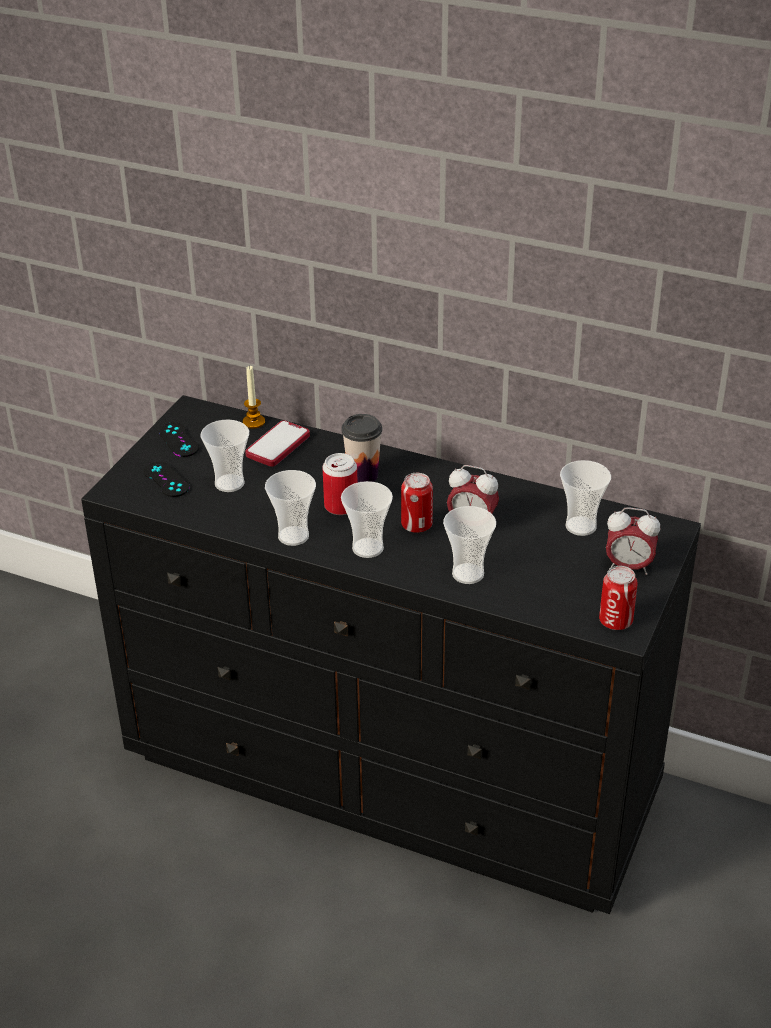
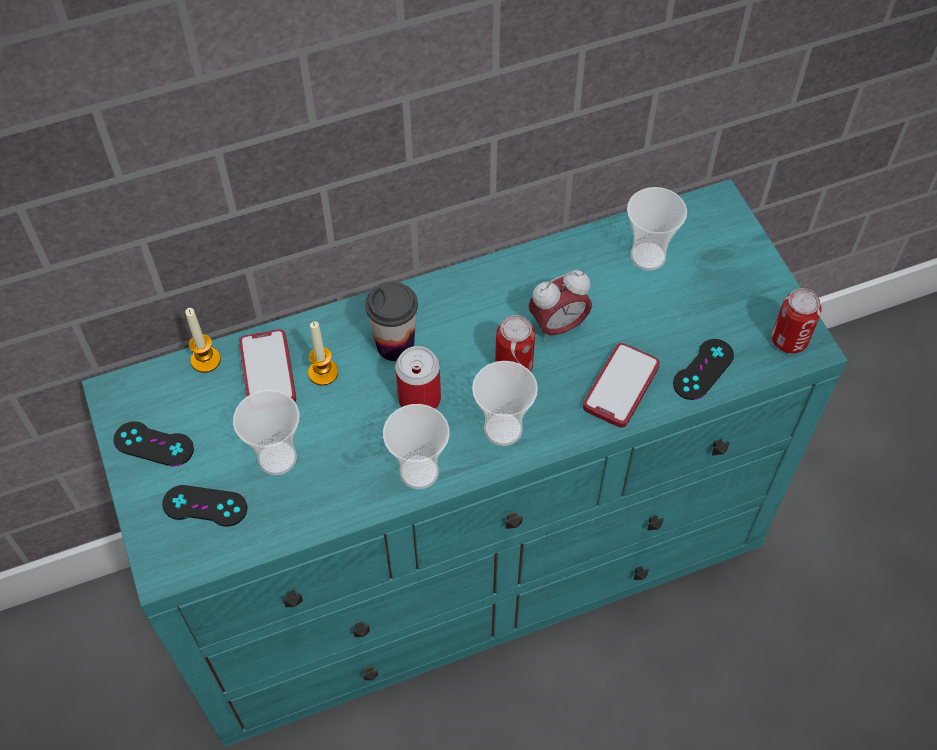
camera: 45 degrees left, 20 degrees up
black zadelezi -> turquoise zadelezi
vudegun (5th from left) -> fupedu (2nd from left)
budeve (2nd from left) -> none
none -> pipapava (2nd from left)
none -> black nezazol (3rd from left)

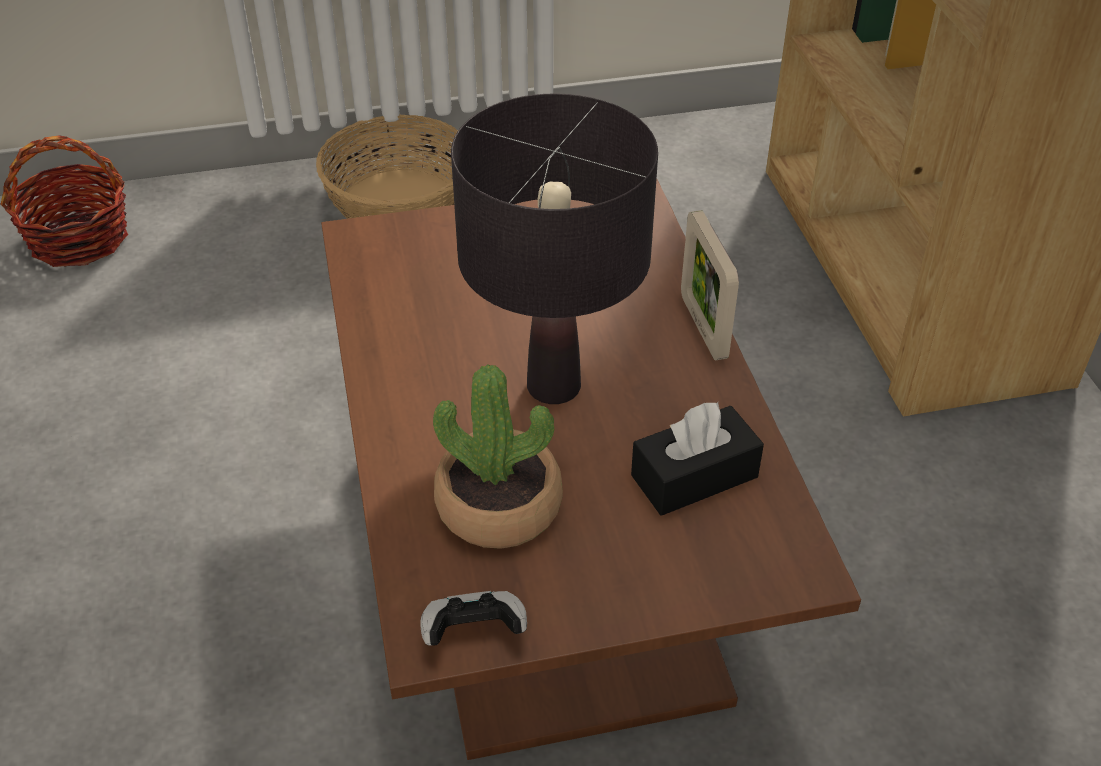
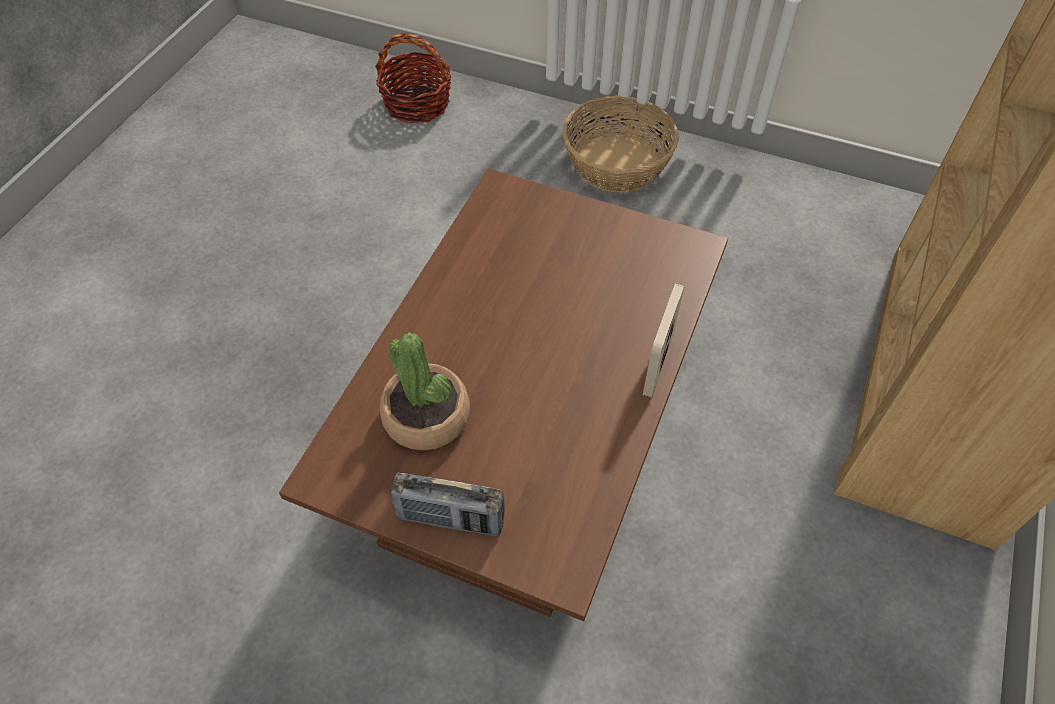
camera: 35 degrees right, 10 degrees up
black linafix -> none
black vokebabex -> none
nezazol -> none
none -> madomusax

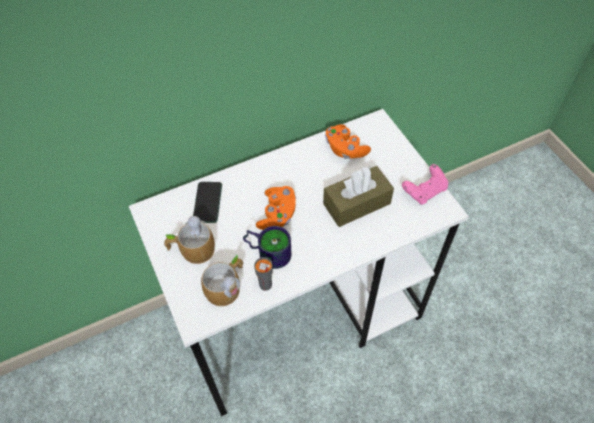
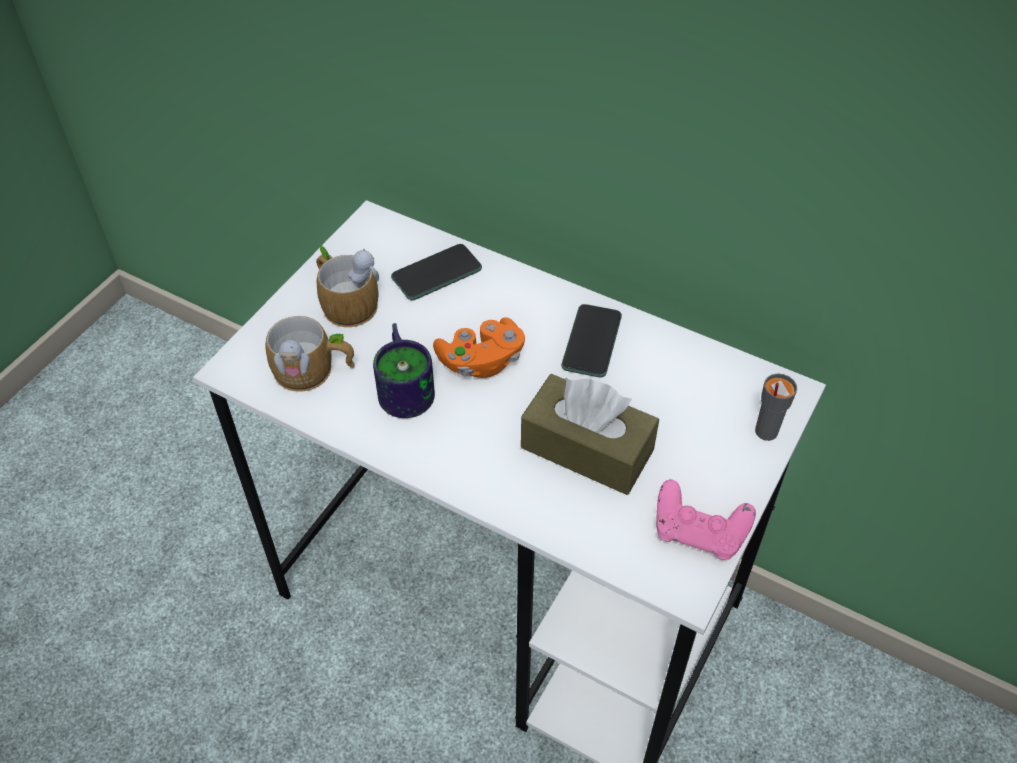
camera: 55 degrees right, 5 degrees down
orange nezazol (2nd from left) -> none
grey vudegun, moved
none -> fupedu (2nd from left)

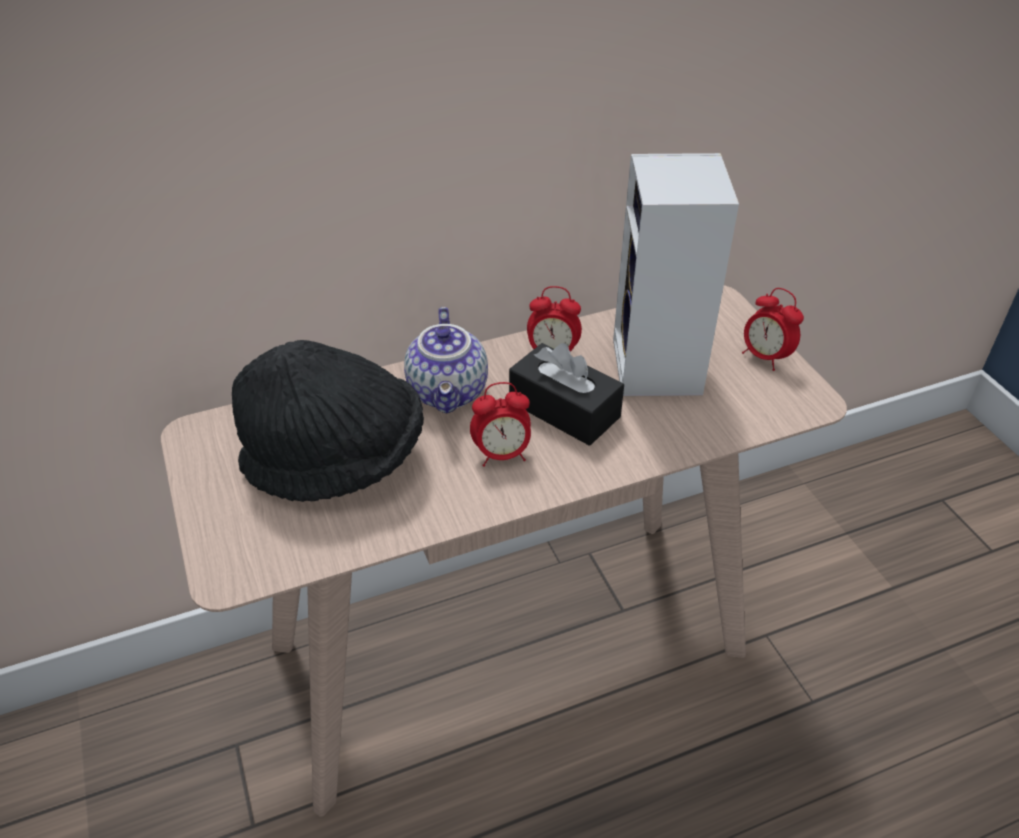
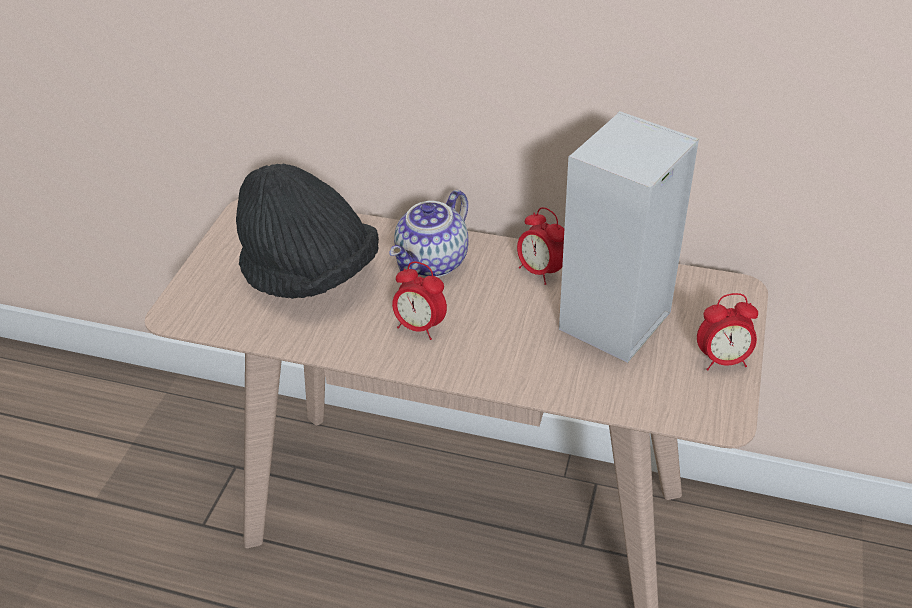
camera: 40 degrees right, 0 degrees up
budeve (3rd from left), 90 degrees counterclockwise
black vokebabex -> none

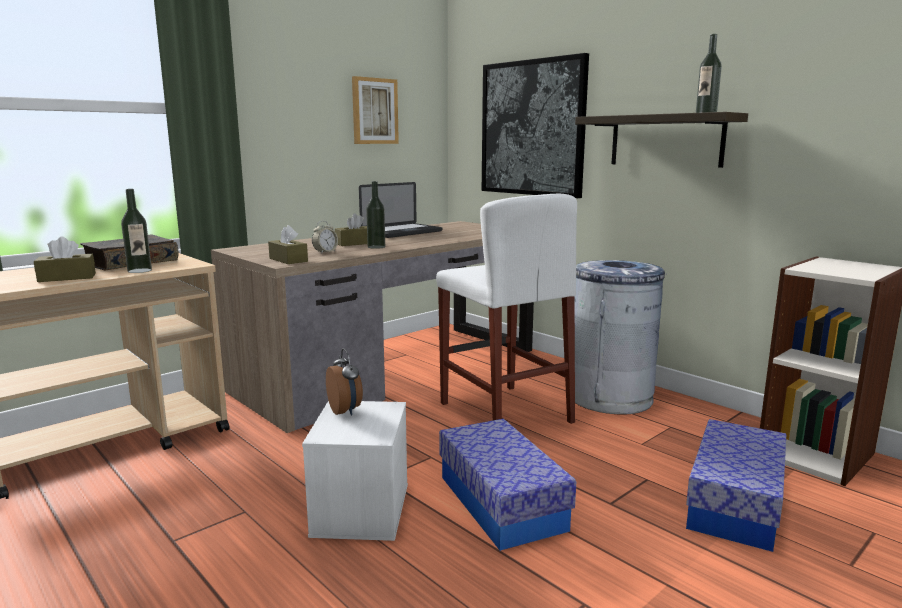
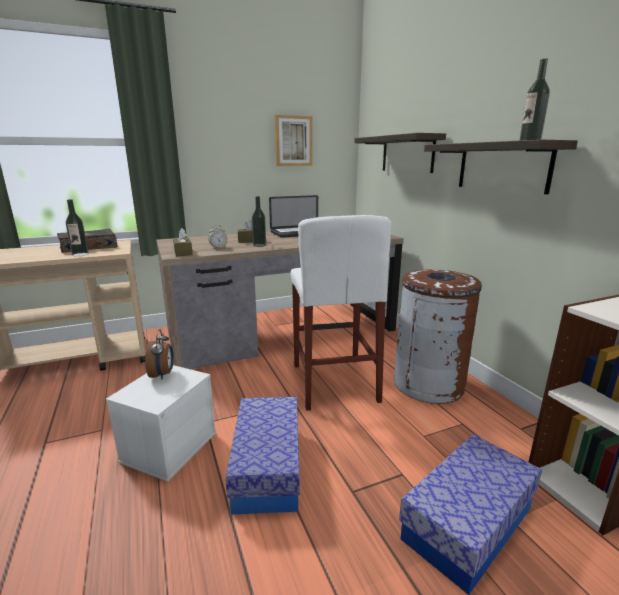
camera: 20 degrees right, 5 degrees up
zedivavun (2nd from left) -> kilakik (1st from left)
brown vokebabex (1st from left) -> none
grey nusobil -> brown nusobil

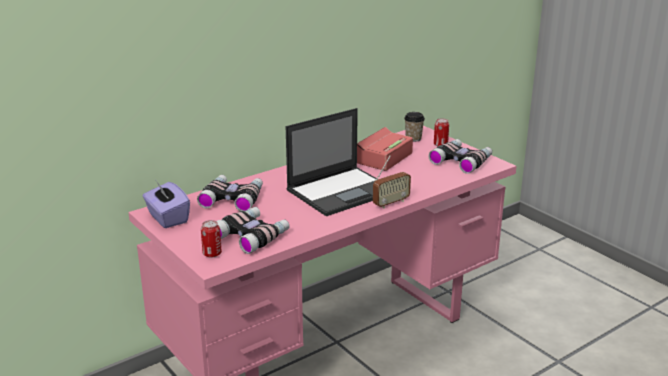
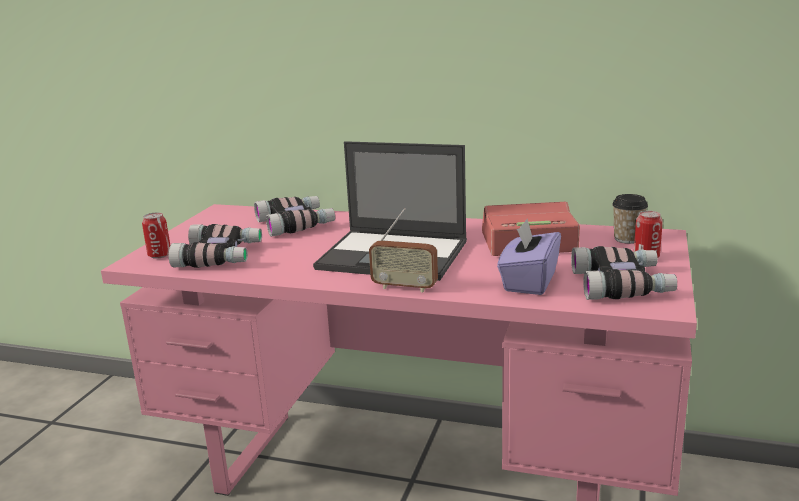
camera: 55 degrees right, 5 degrees down
purple vokebabex, moved

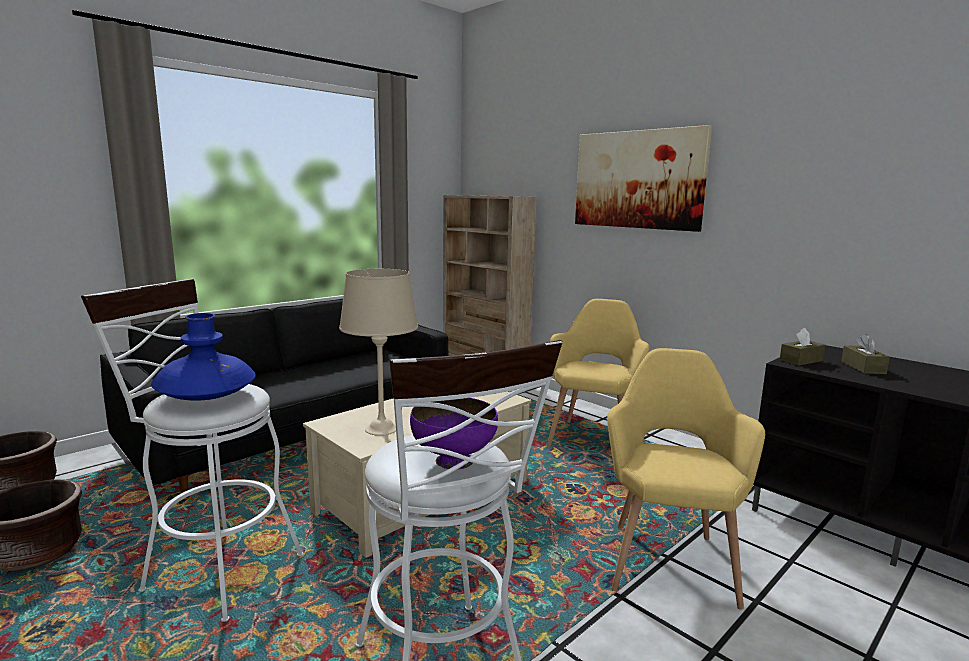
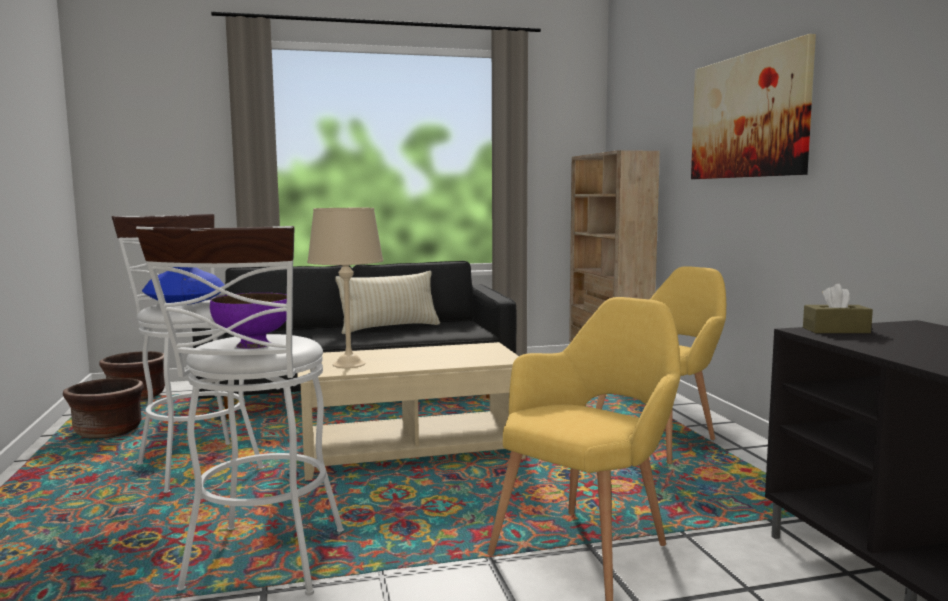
camera: 30 degrees right, 5 degrees down
brown vokebabex (2nd from left) -> none
none -> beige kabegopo

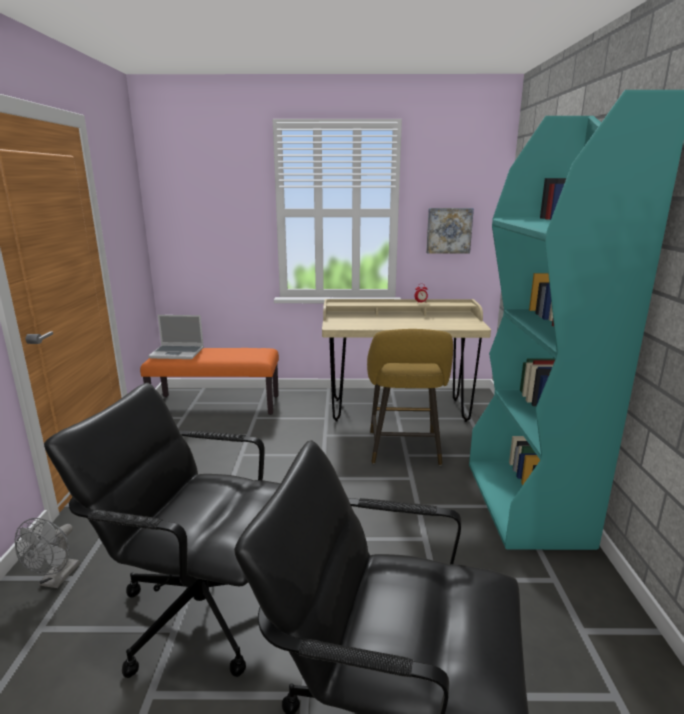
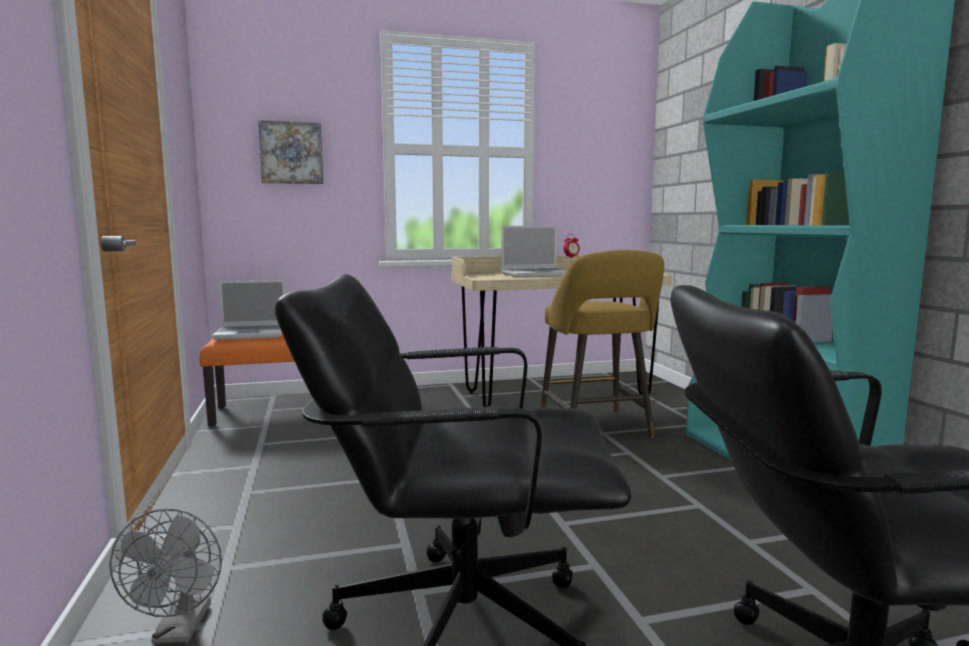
camera: 15 degrees left, 10 degrees down
zedivavun, moved
none -> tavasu (2nd from left)

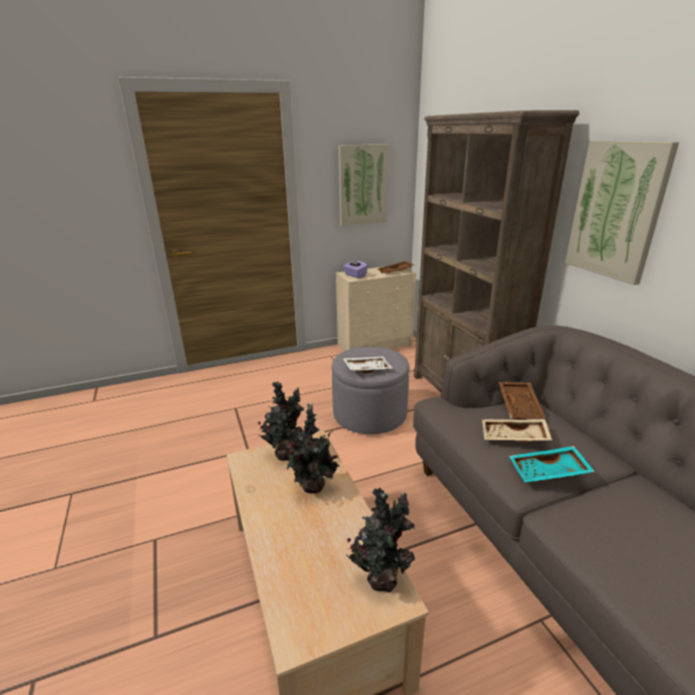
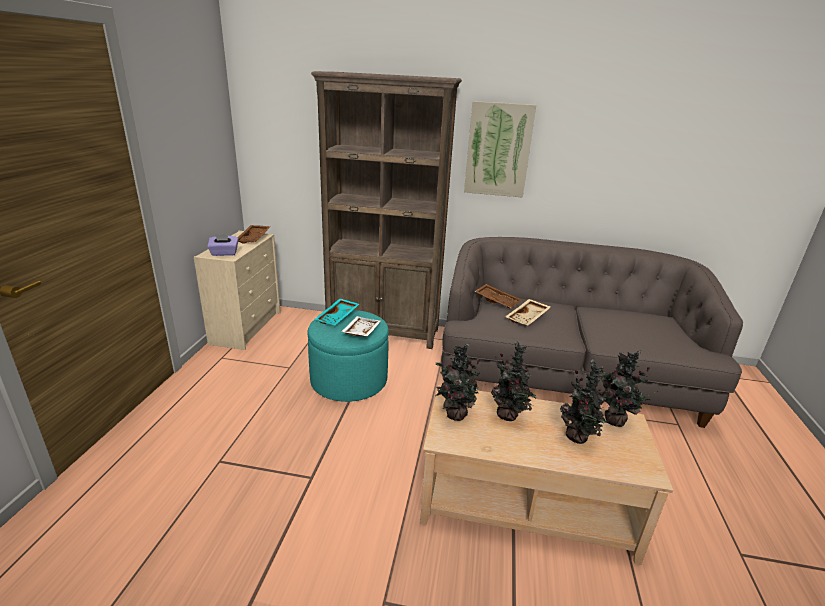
camera: 60 degrees left, 0 degrees up
zedivavun (1st from left) -> none
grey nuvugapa -> turquoise nuvugapa
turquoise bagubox, moved
none -> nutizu (3rd from left)

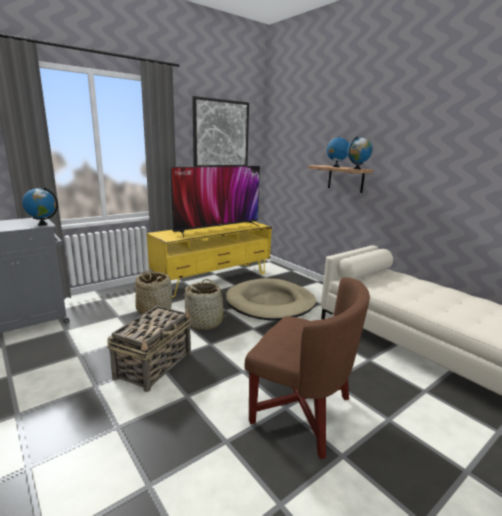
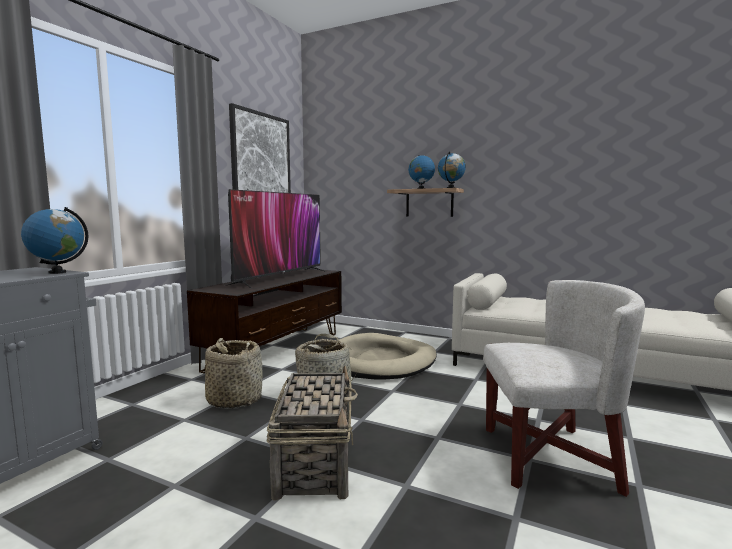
camera: 25 degrees left, 10 degrees down
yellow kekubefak -> brown kekubefak
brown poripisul -> white poripisul

